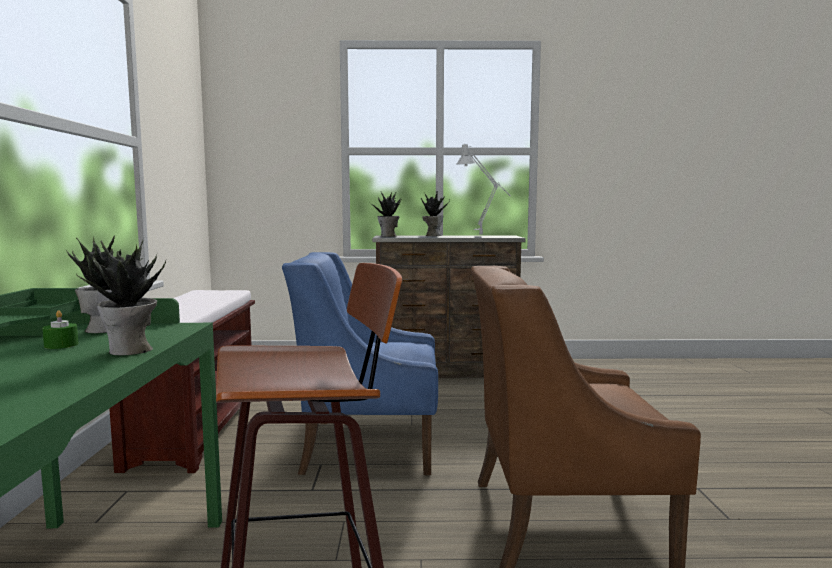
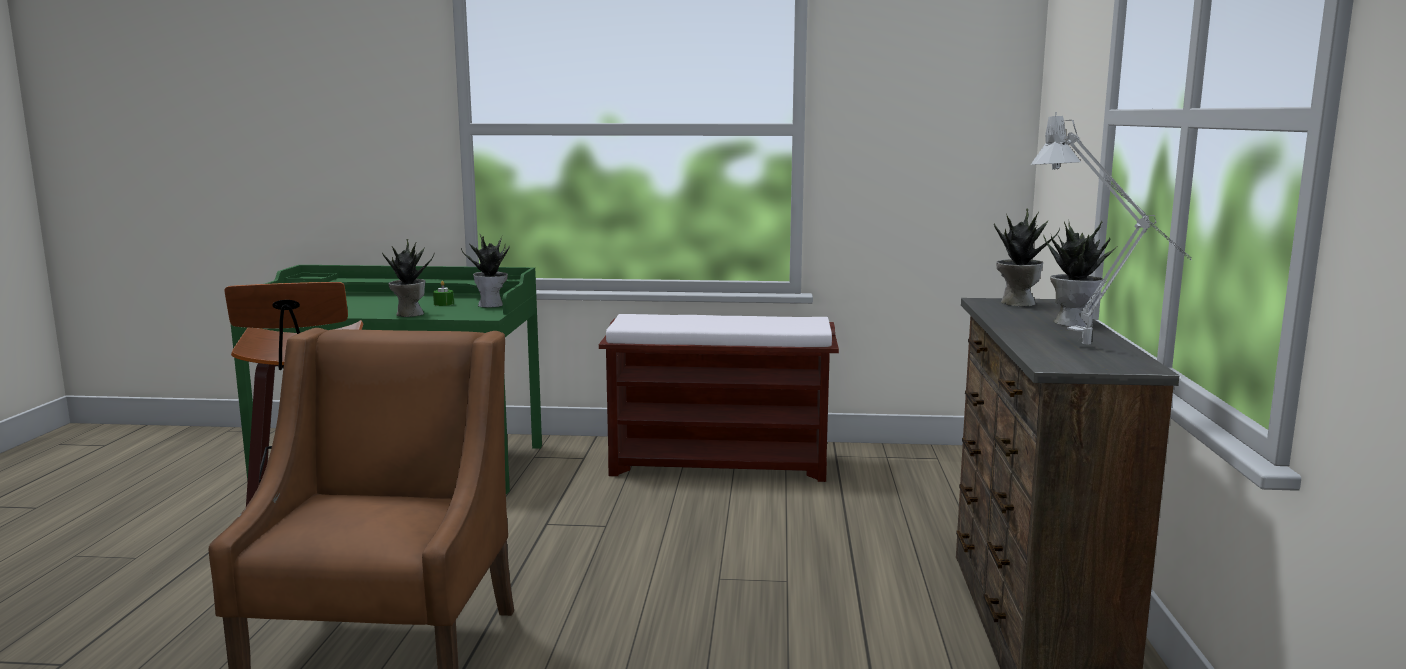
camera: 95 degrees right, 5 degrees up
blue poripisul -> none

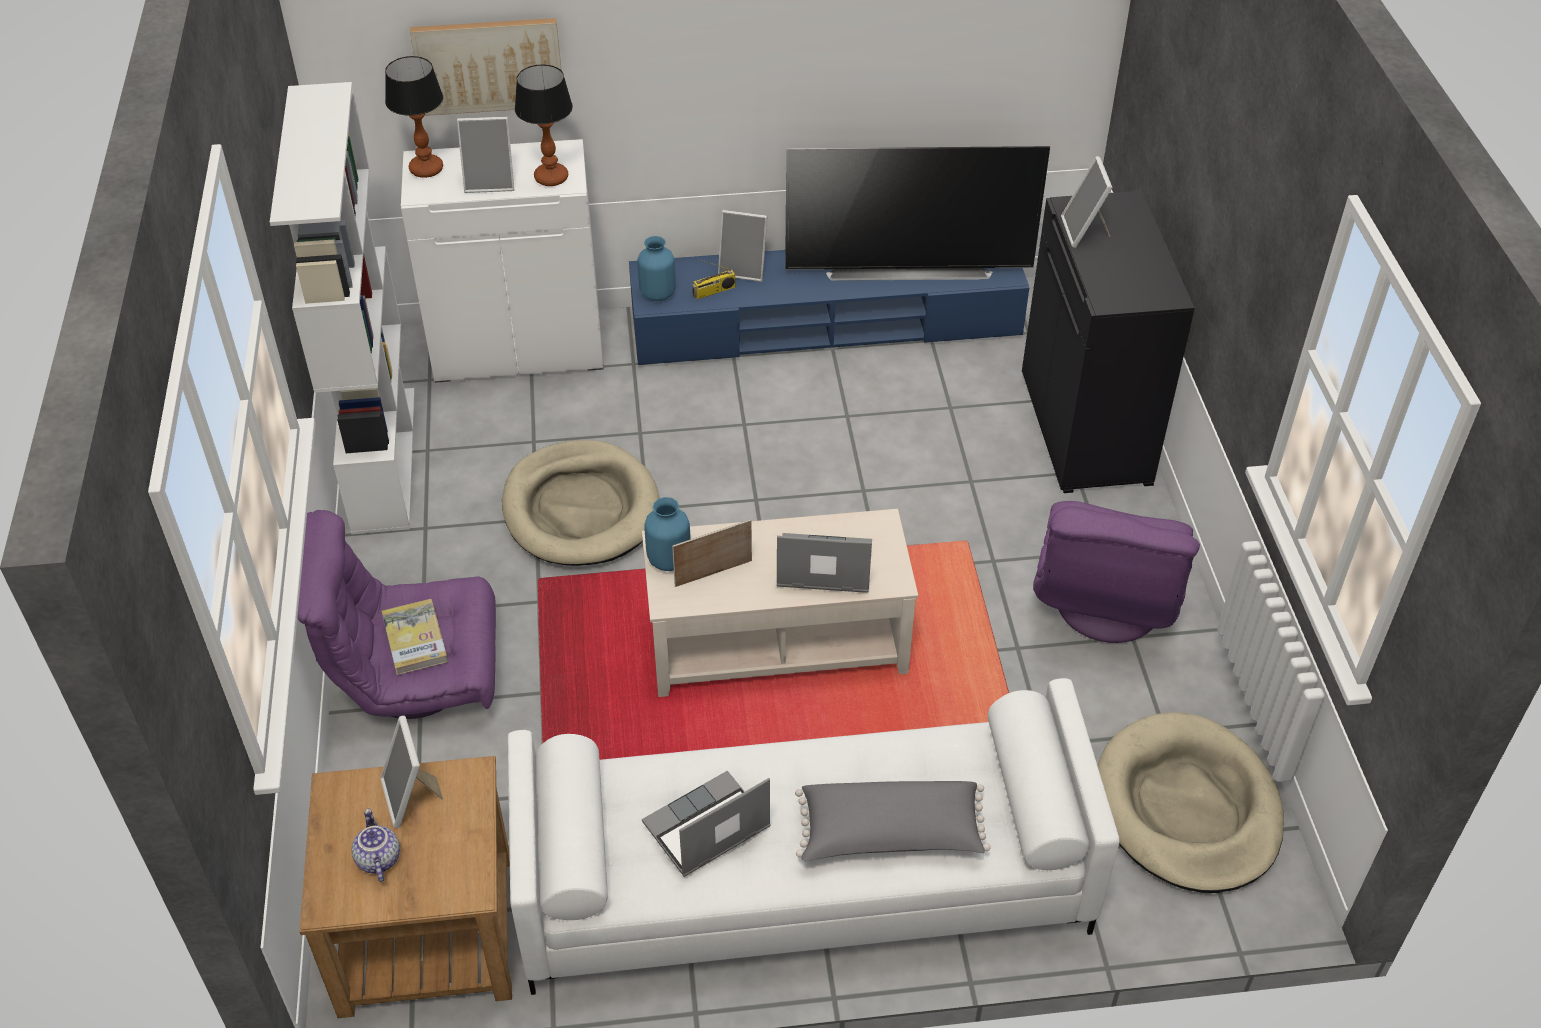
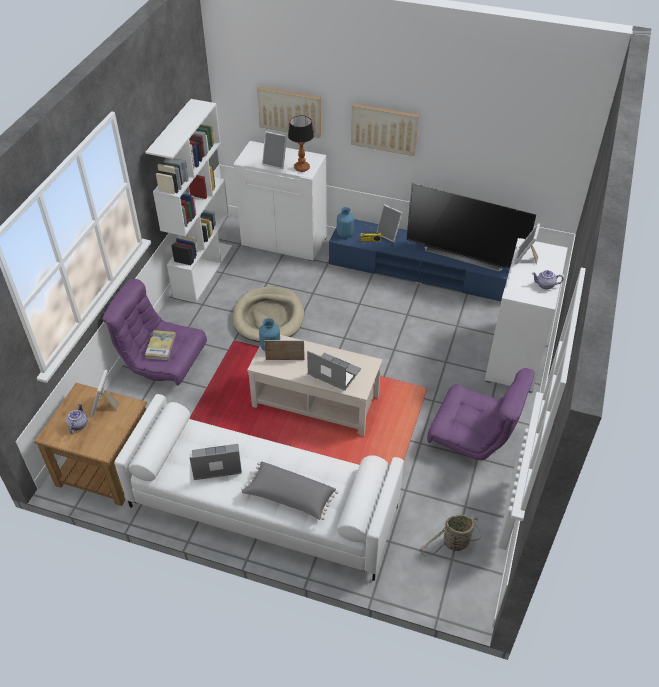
camera: 25 degrees right, 0 degrees up
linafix (1st from left) -> none
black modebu -> white modebu (2nd from left)
purple poripisul (2nd from left), 105 degrees counterclockwise
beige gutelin (2nd from left) -> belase
none -> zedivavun (2nd from left)
none -> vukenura (2nd from left)

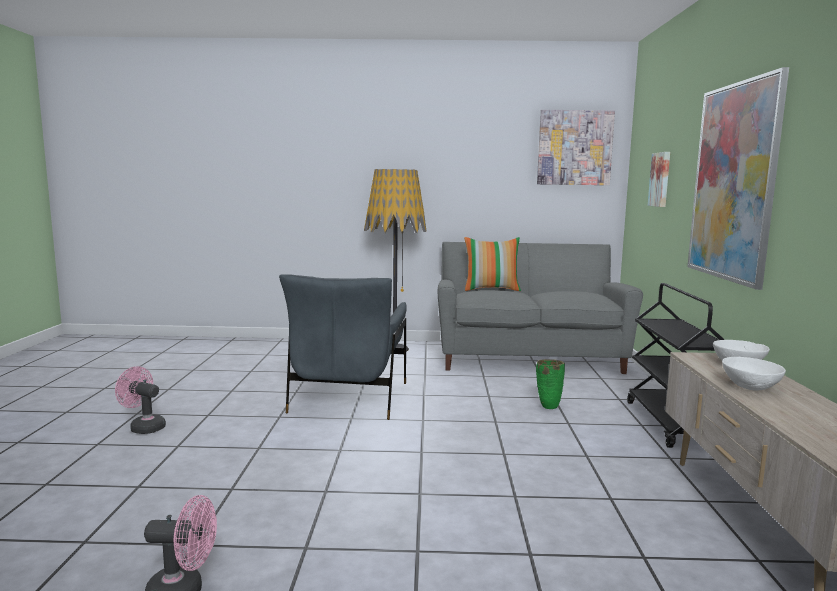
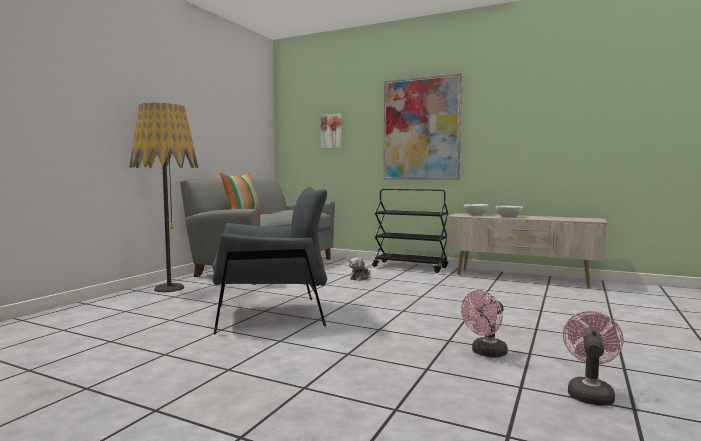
camera: 65 degrees left, 5 degrees down
zedivavun (1st from left) -> none
grey poripisul, 45 degrees counterclockwise
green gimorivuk -> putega
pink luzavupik (1st from left), moved

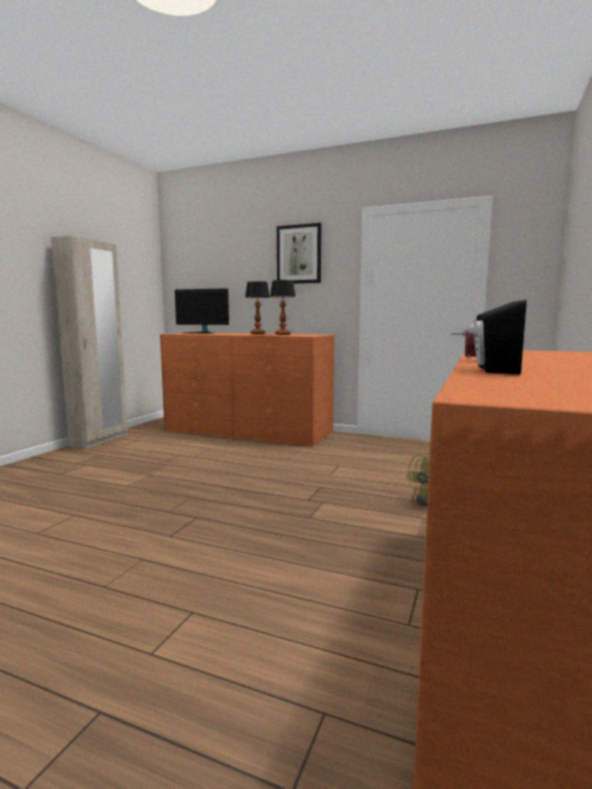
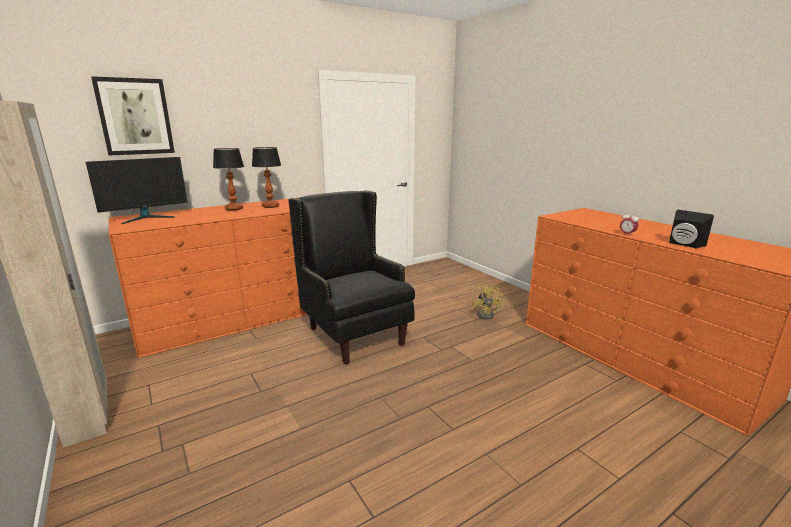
camera: 55 degrees left, 10 degrees up
zedivavun, moved
none -> black poripisul

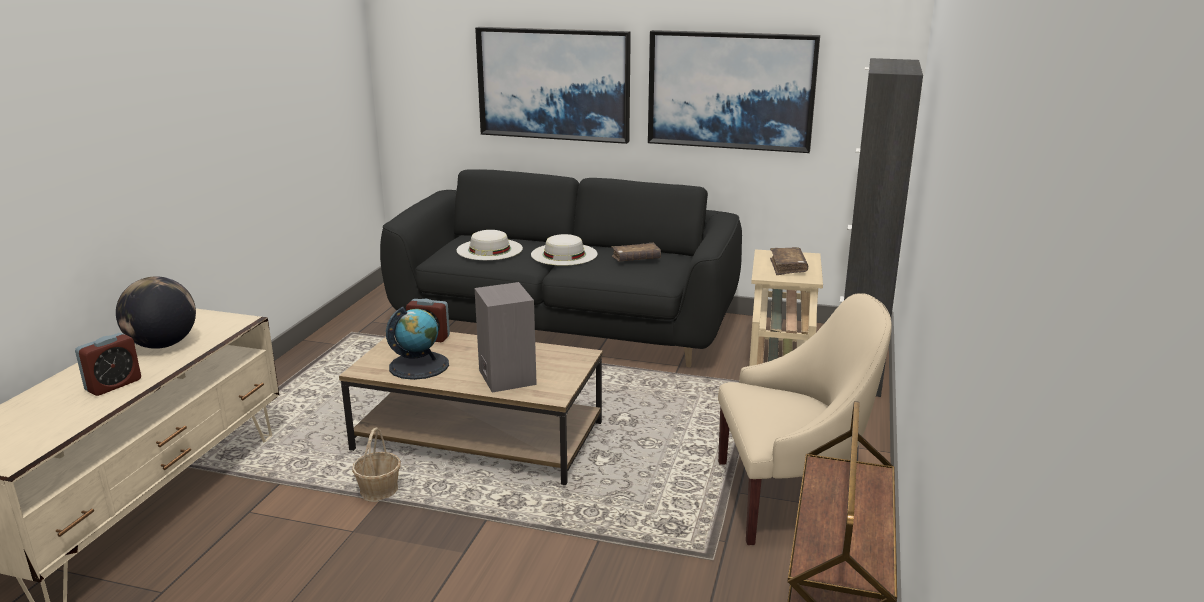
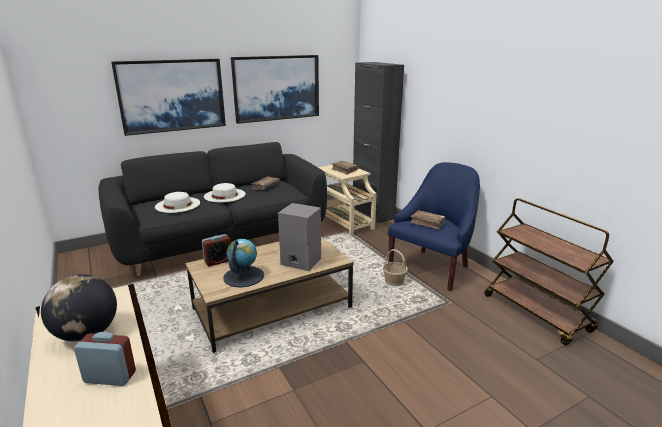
camera: 45 degrees left, 0 degrees up
beige poripisul -> blue poripisul
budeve (1st from left), 75 degrees counterclockwise
belase, moved
none -> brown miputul (3rd from left)

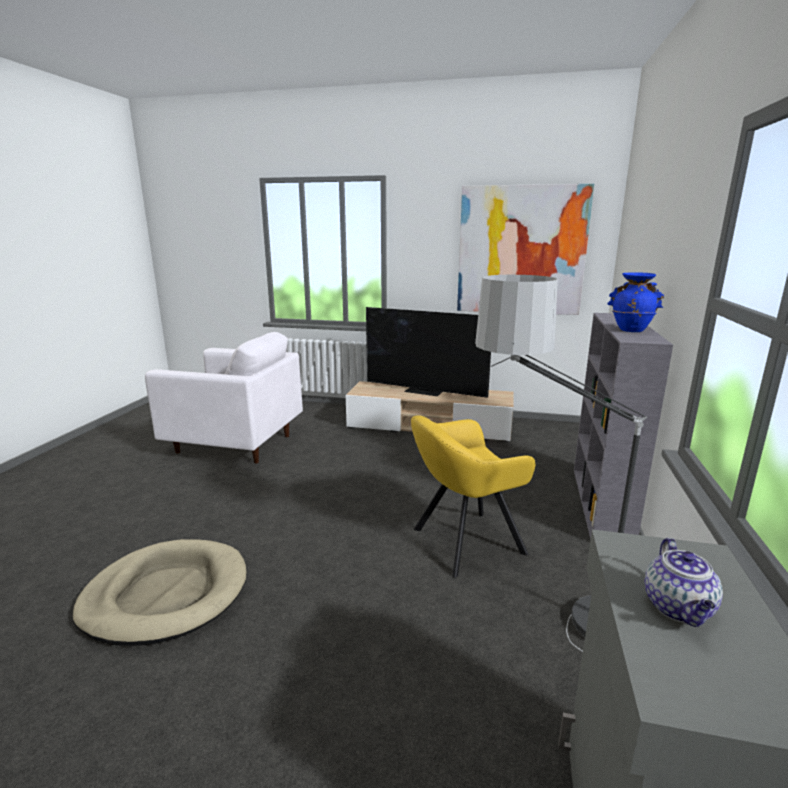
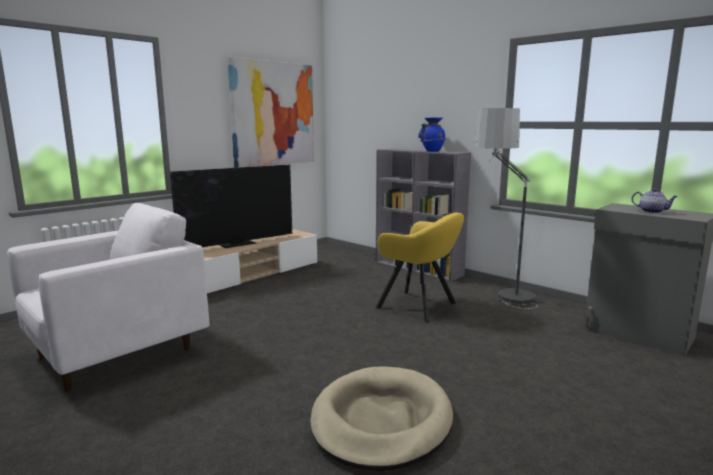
camera: 60 degrees left, 5 degrees down
yellow poripisul, 60 degrees counterclockwise

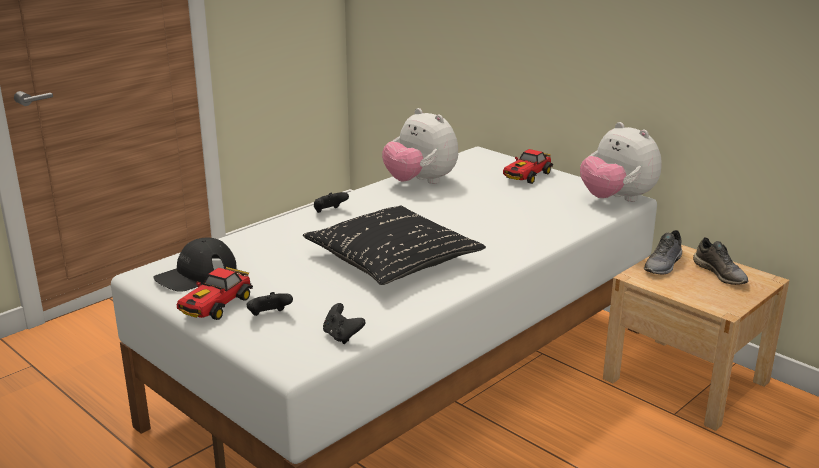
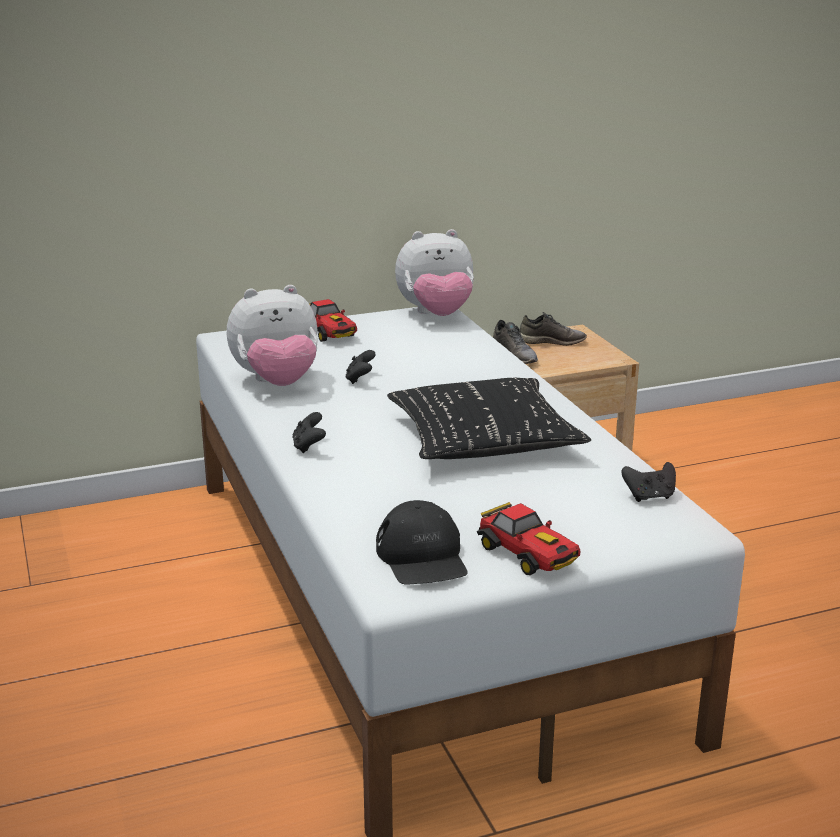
camera: 65 degrees left, 0 degrees up
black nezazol (1st from left in the first image) -> black nezazol (2nd from left), moved

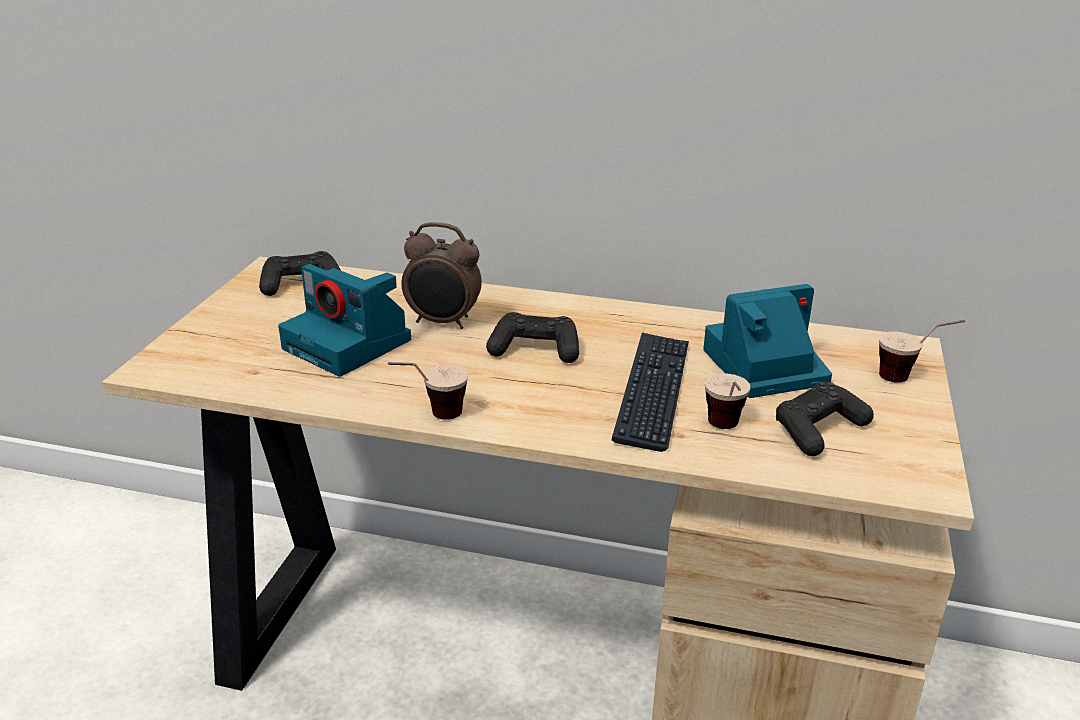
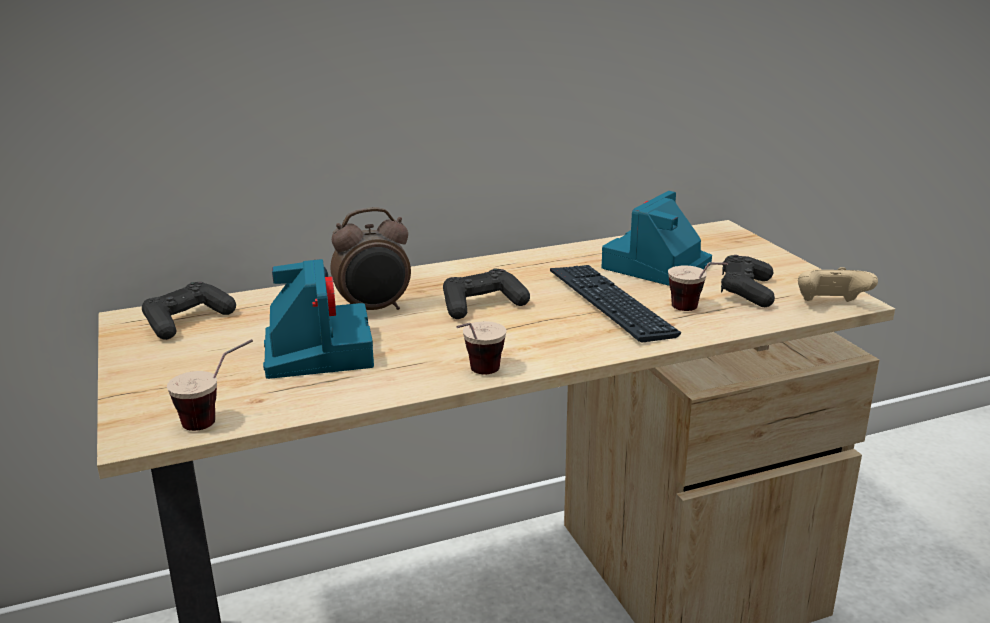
camera: 35 degrees left, 5 degrees down
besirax (1st from left), 105 degrees counterclockwise
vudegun (3rd from left in the first image) -> vudegun (1st from left), moved
none -> beige nezazol

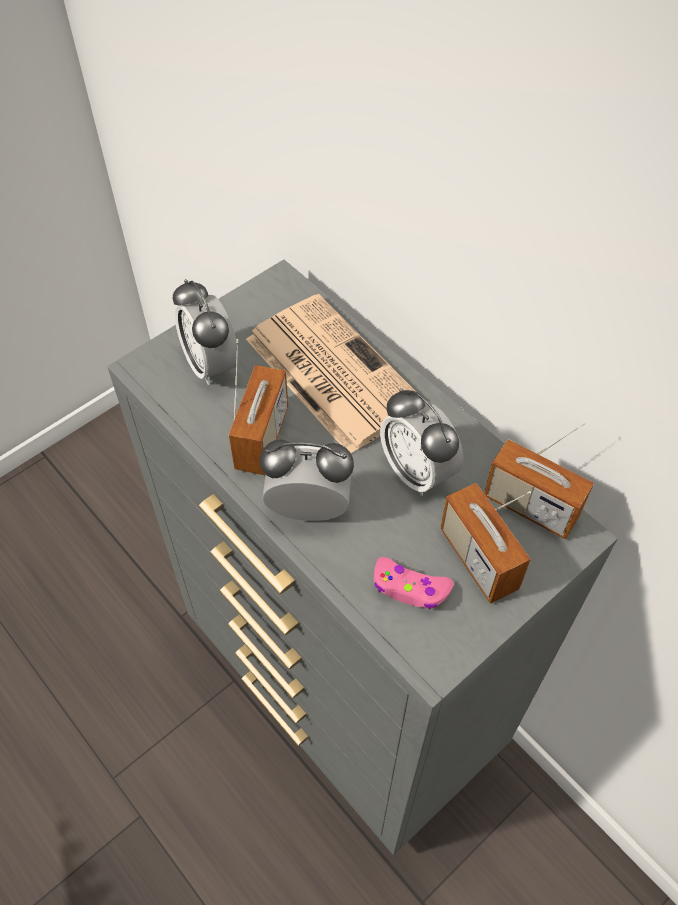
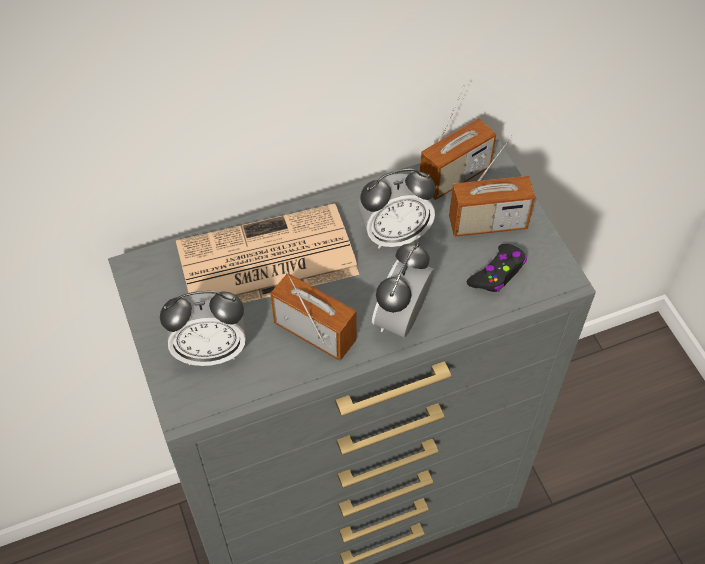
camera: 70 degrees left, 0 degrees up
pink nezazol -> black nezazol

